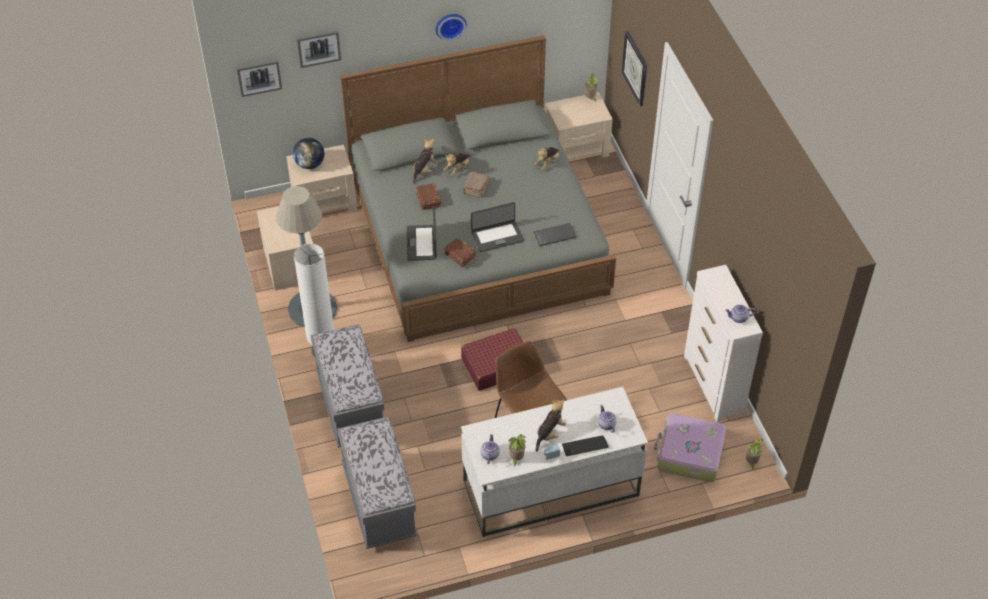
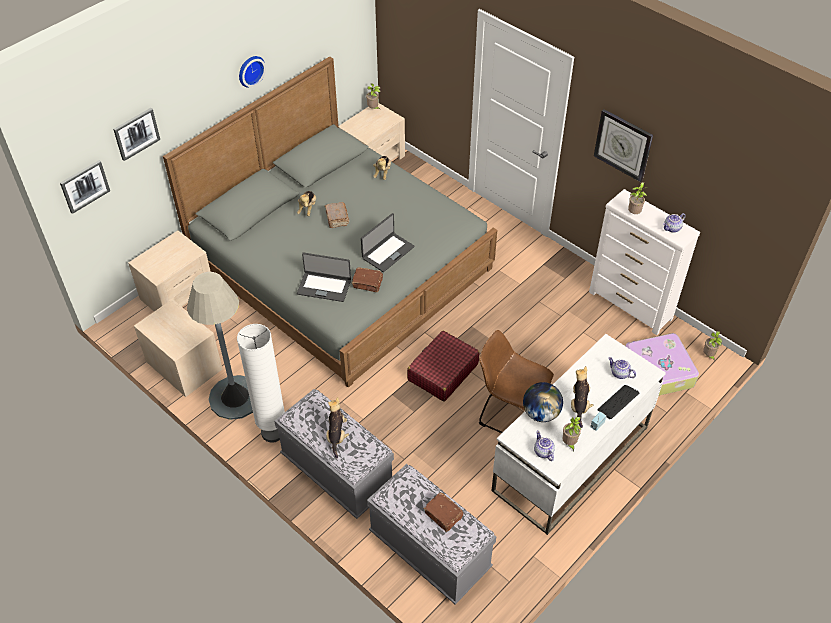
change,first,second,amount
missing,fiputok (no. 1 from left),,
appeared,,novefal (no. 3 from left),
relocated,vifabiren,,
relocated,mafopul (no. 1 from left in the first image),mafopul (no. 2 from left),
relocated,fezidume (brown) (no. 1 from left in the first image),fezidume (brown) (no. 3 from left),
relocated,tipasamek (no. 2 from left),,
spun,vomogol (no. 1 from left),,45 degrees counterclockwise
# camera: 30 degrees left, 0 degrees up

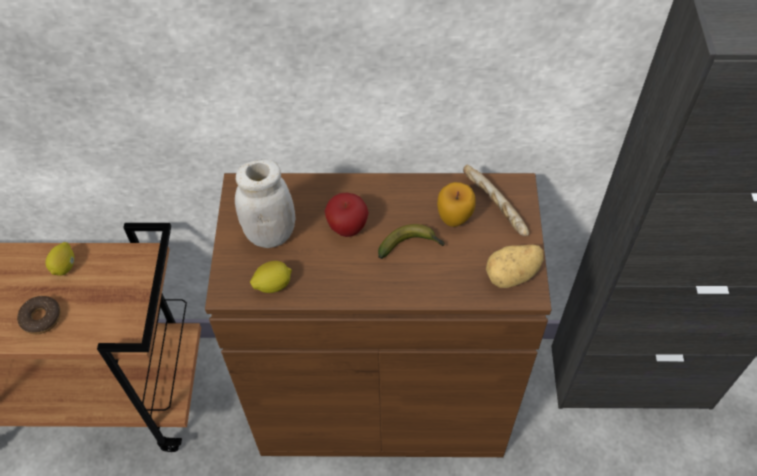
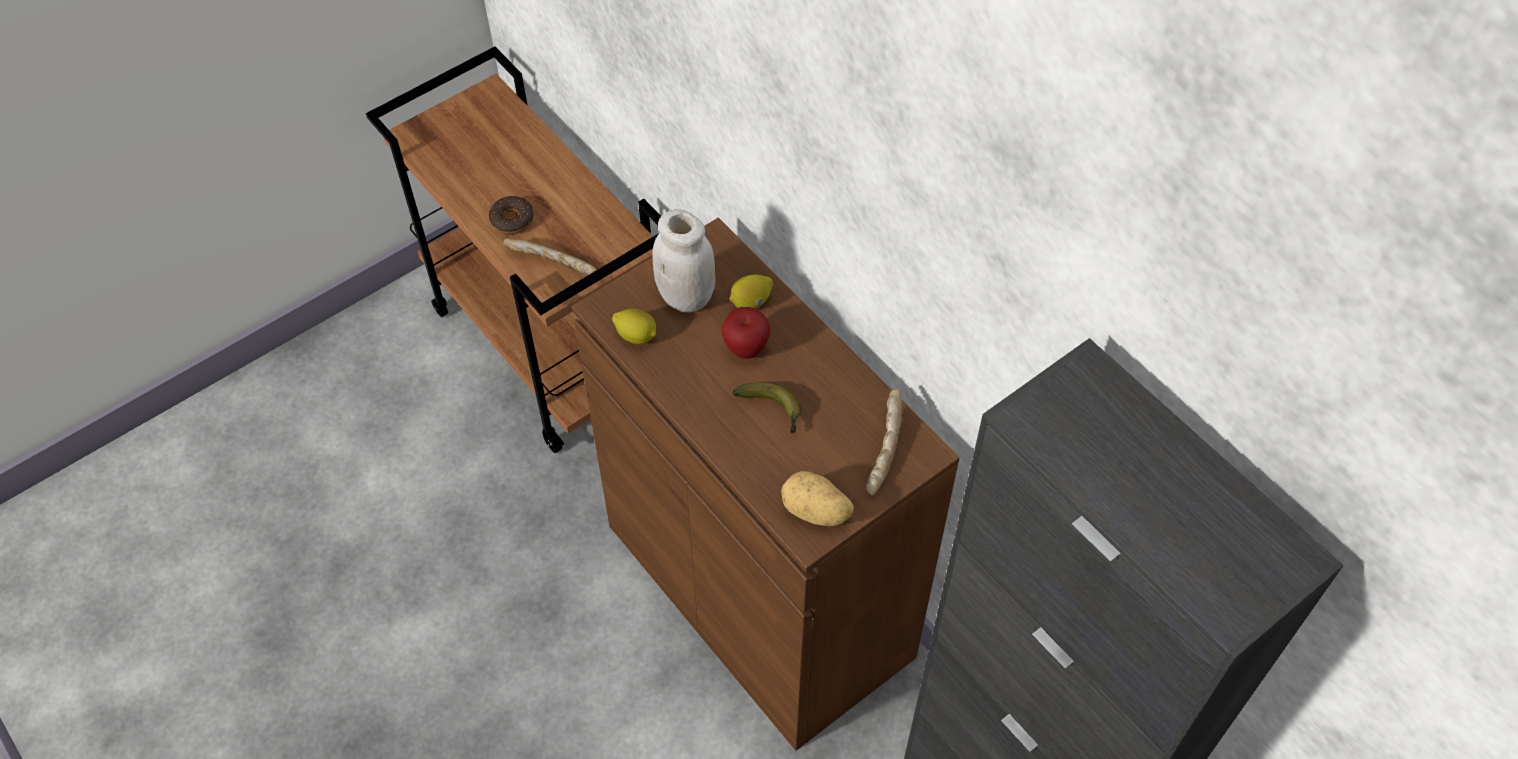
change,first,second,amount
missing,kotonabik (no. 2 from left),,
appeared,,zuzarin (no. 1 from left),
relocated,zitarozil (no. 1 from left in the first image),zitarozil (no. 2 from left),
# camera: 50 degrees right, 0 degrees up

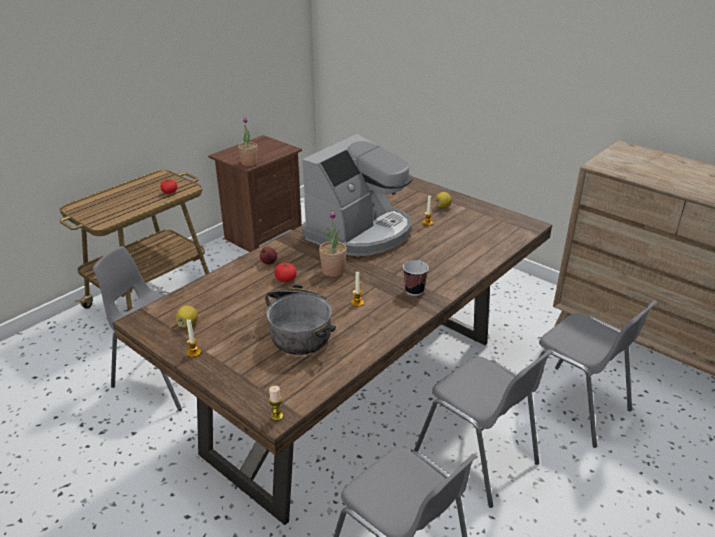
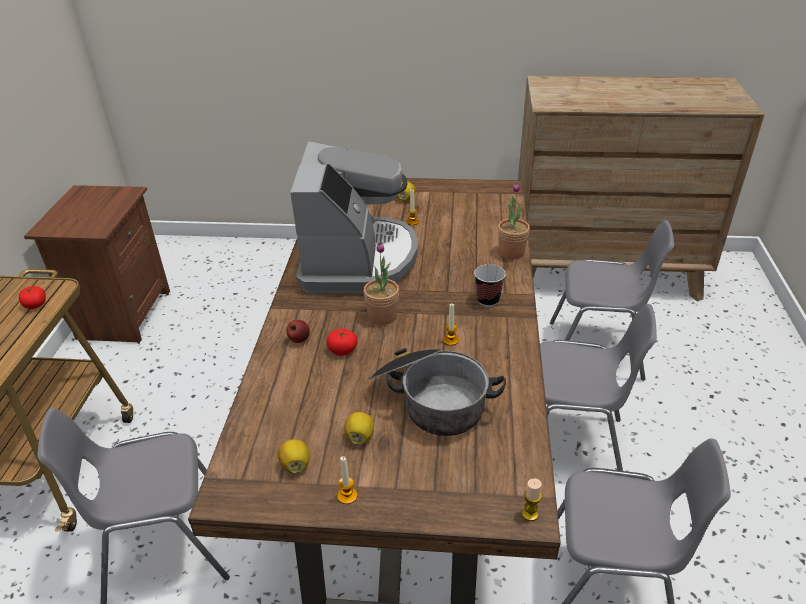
change,first,second,amount
appeared,,zitarozil (no. 2 from left),
relocated,novefal (no. 1 from left in the first image),novefal (no. 2 from left),
# camera: 35 degrees left, 5 degrees up

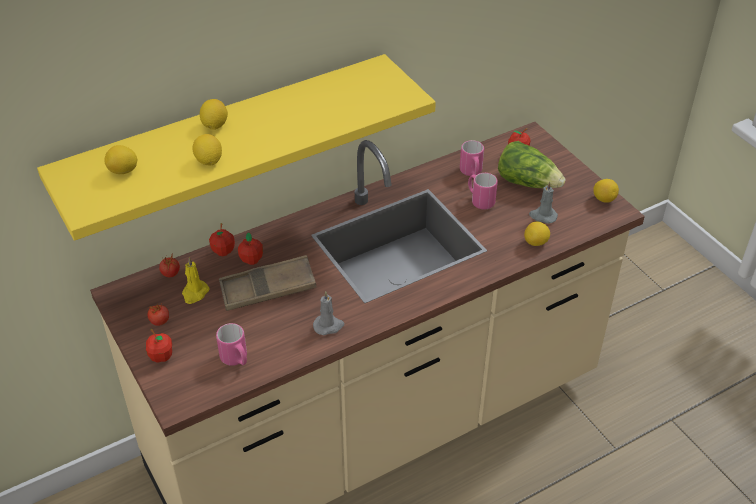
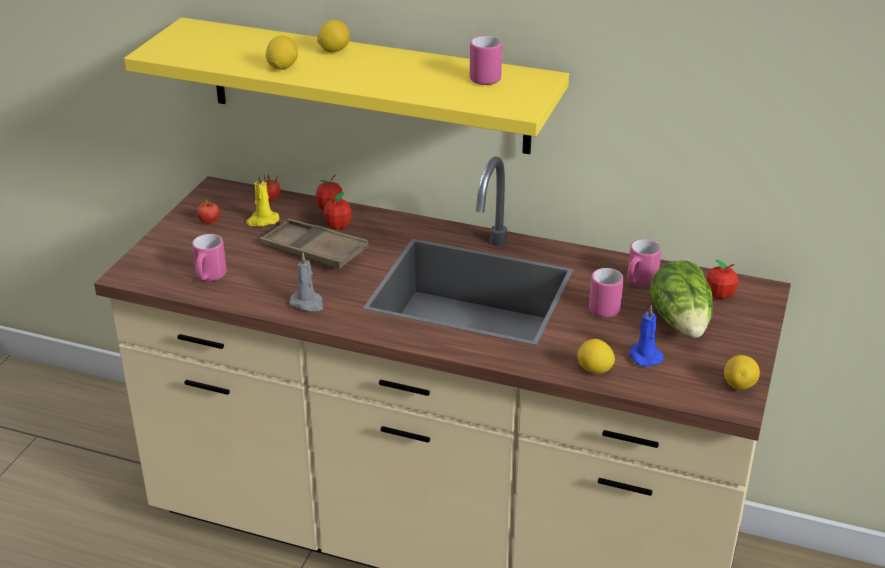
change,first,second,amount
missing,zitarozil (no. 1 from left),,
missing,kotonabik (no. 1 from left),,
appeared,,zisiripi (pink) (no. 2 from left),
colour,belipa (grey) (no. 2 from left),belipa (blue),
# camera: 50 degrees right, 10 degrees down

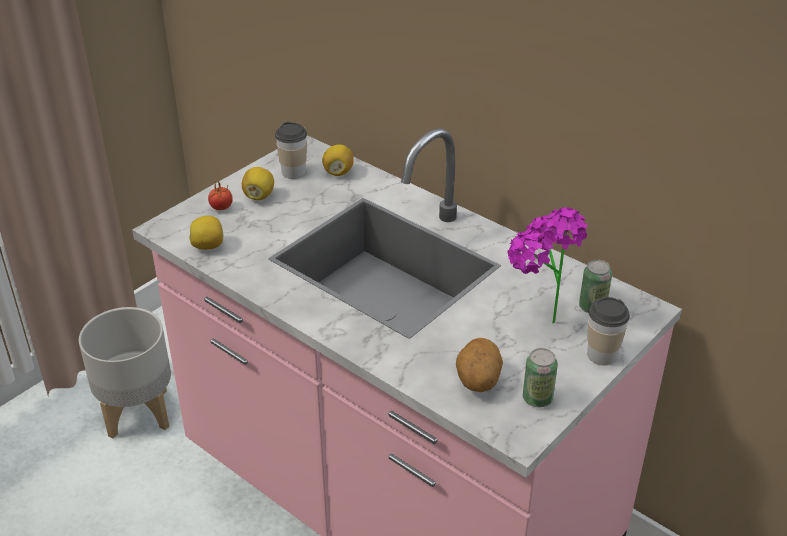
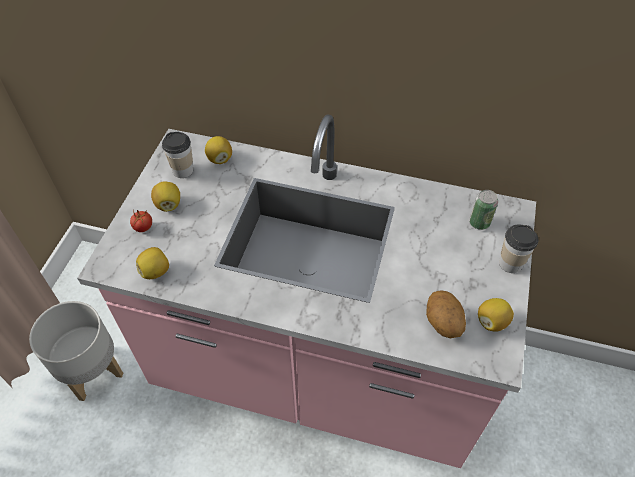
change,first,second,amount
missing,novefal,,
exchanged,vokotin (no. 1 from left),zitarozil (no. 4 from left),
# camera: 25 degrees left, 15 degrees up

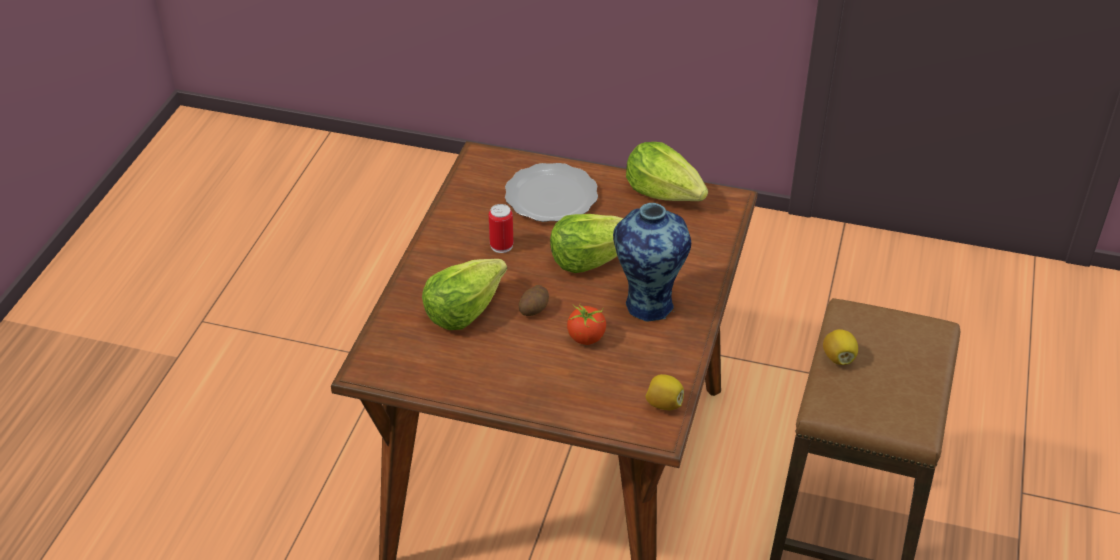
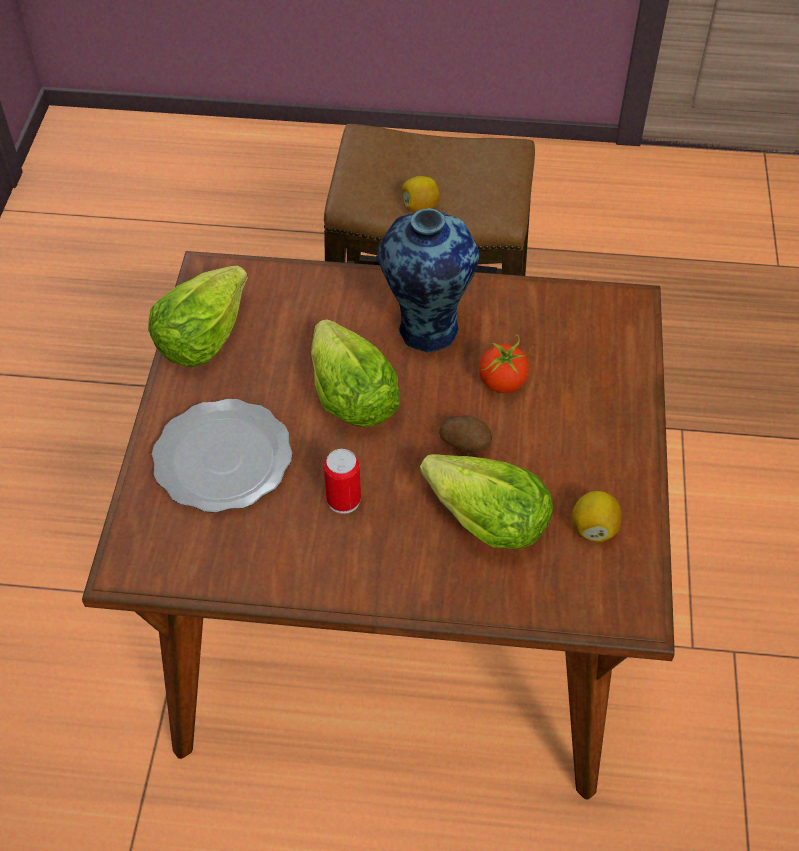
change,first,second,amount
relocated,zitarozil (no. 1 from left in the first image),zitarozil (no. 2 from left),
# camera: 100 degrees left, 10 degrees up

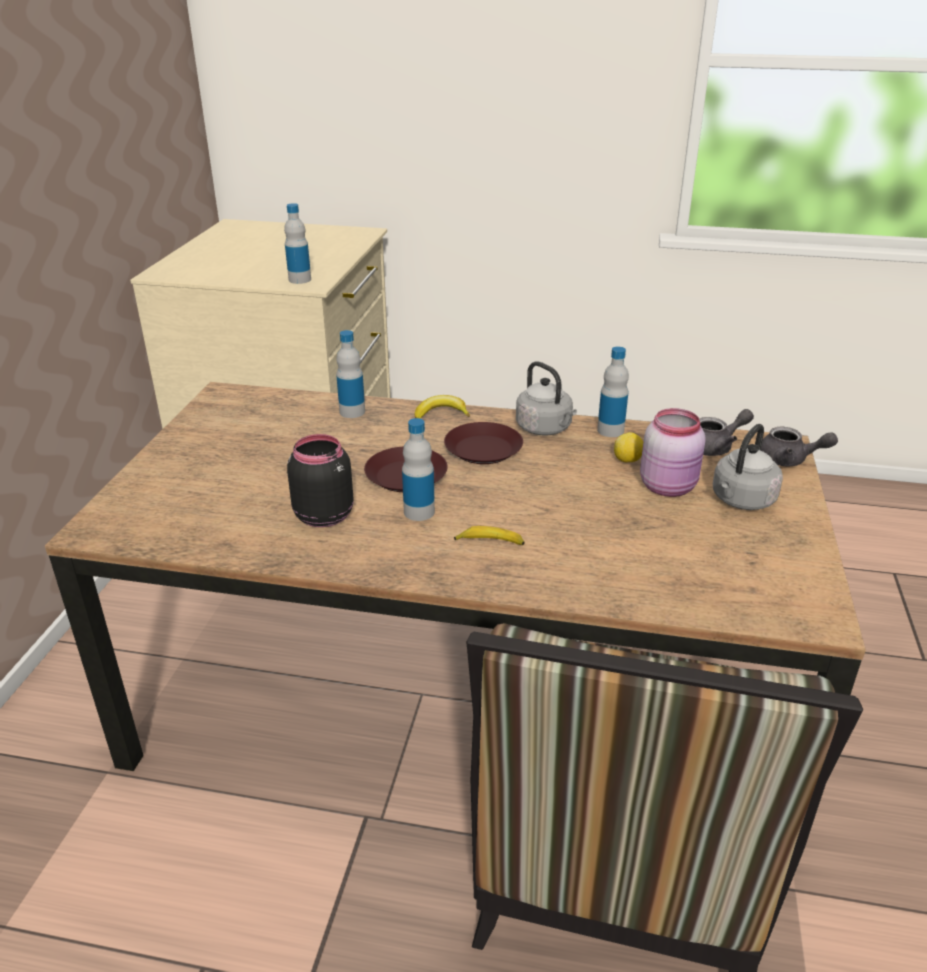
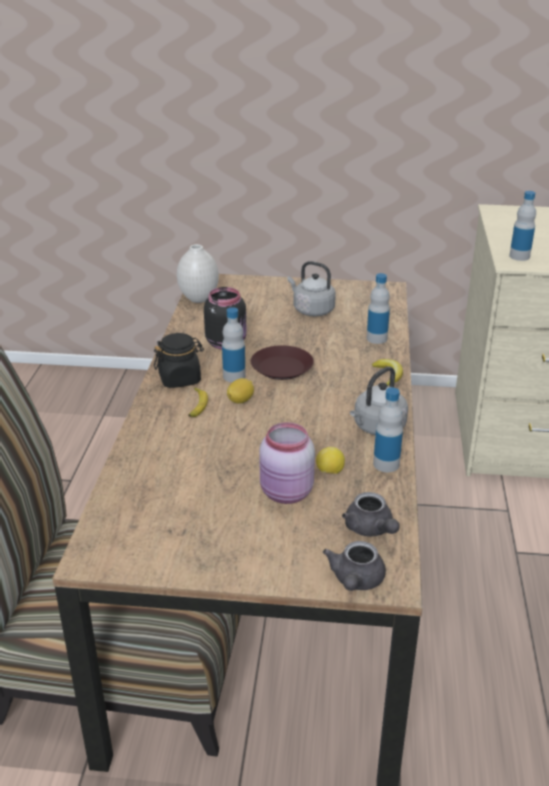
change,first,second,amount
missing,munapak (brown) (no. 2 from left),,
appeared,,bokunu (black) (no. 1 from left),
appeared,,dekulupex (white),
appeared,,zitarozil (no. 1 from left),
relocated,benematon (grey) (no. 2 from left in the first image),benematon (grey) (no. 1 from left),
# camera: 85 degrees right, 0 degrees up

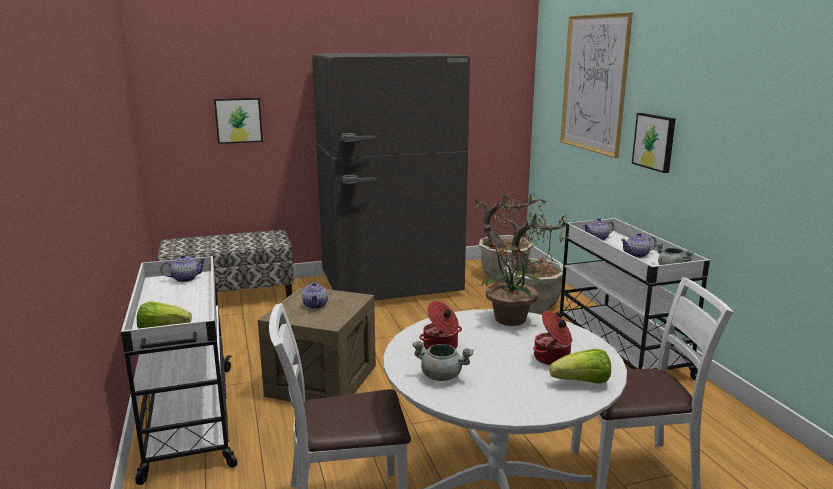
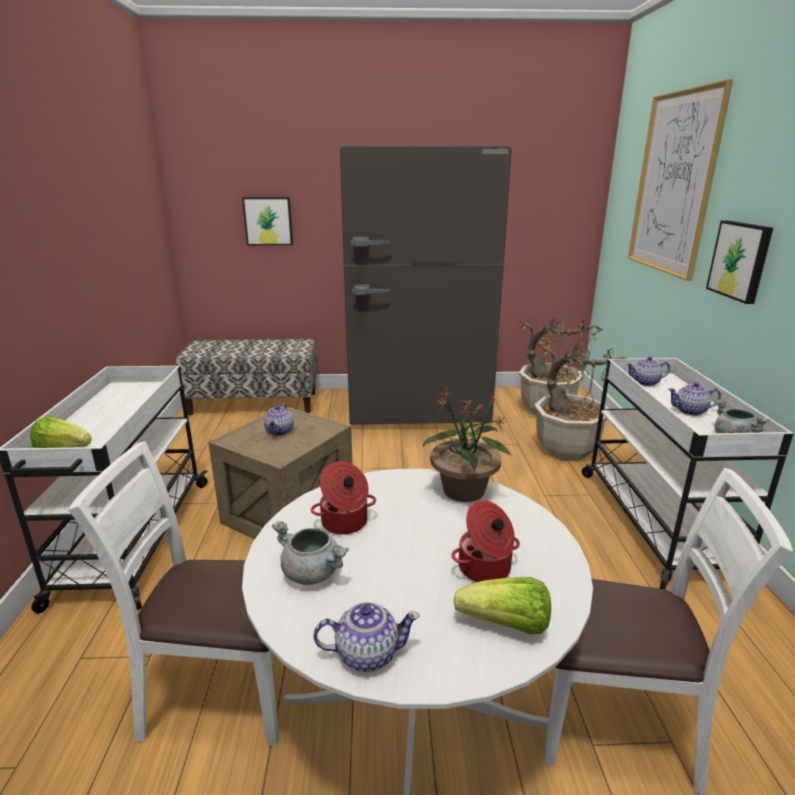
change,first,second,amount
relocated,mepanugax (no. 1 from left in the first image),mepanugax (no. 2 from left),
# camera: 15 degrees right, 5 degrees up

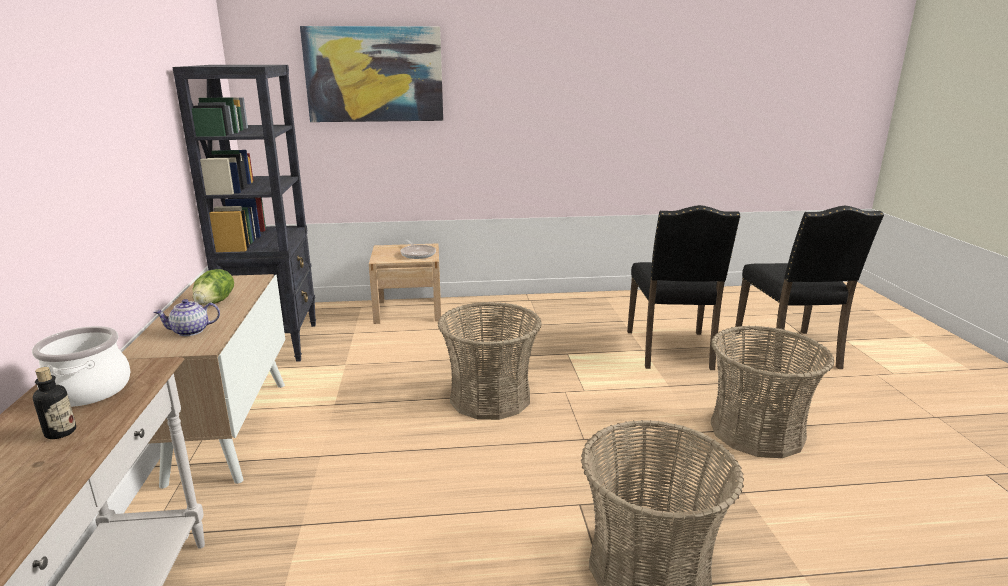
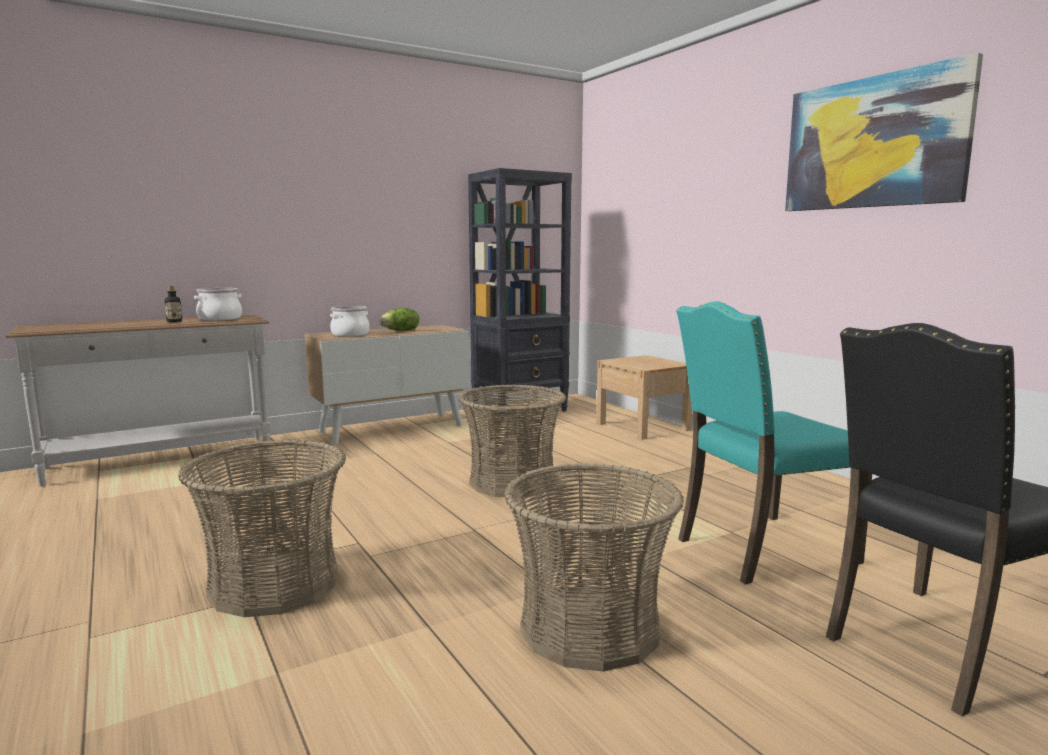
change,first,second,amount
missing,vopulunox,,
relocated,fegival,,
exchanged,mepanugax,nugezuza (no. 2 from left),
colour,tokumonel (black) (no. 1 from left),tokumonel (turquoise),
# camera: 65 degrees right, 10 degrees down

